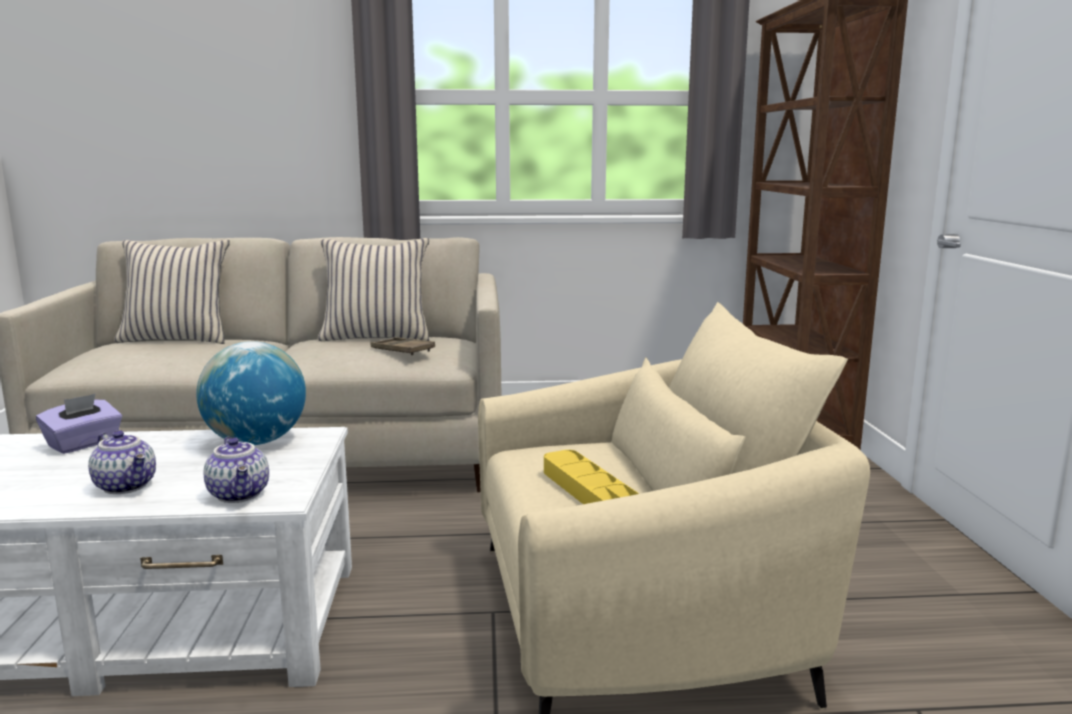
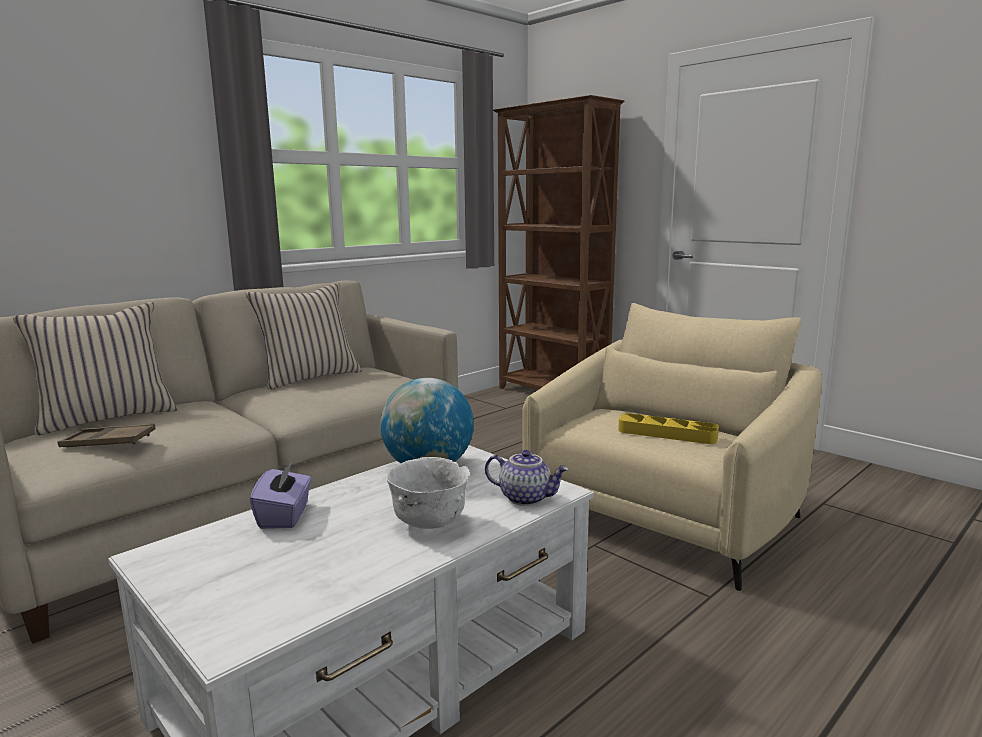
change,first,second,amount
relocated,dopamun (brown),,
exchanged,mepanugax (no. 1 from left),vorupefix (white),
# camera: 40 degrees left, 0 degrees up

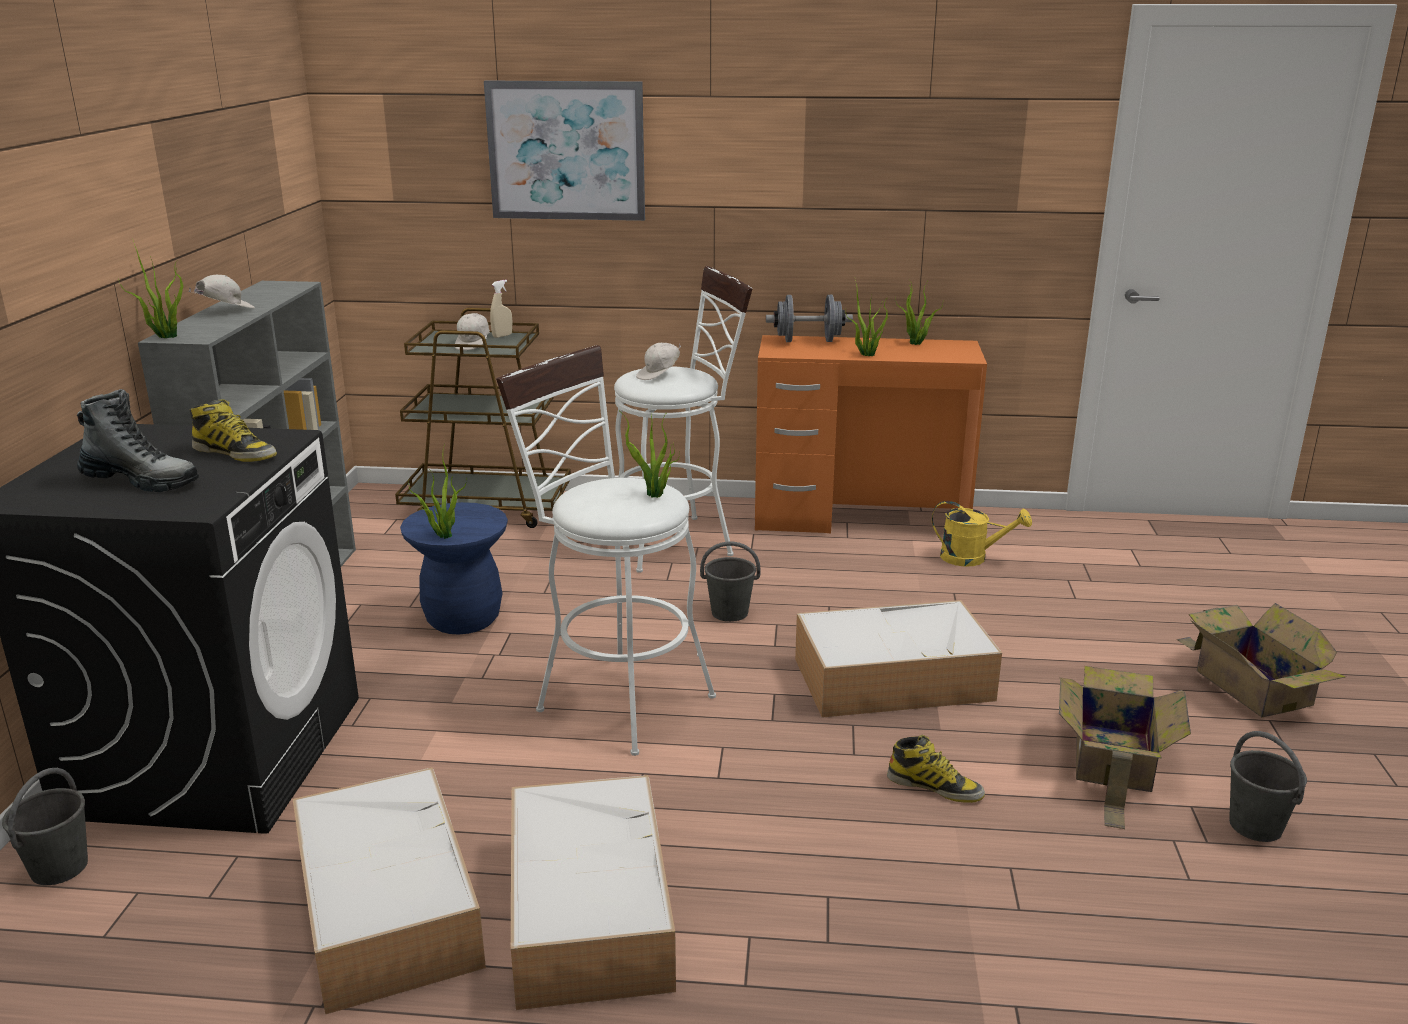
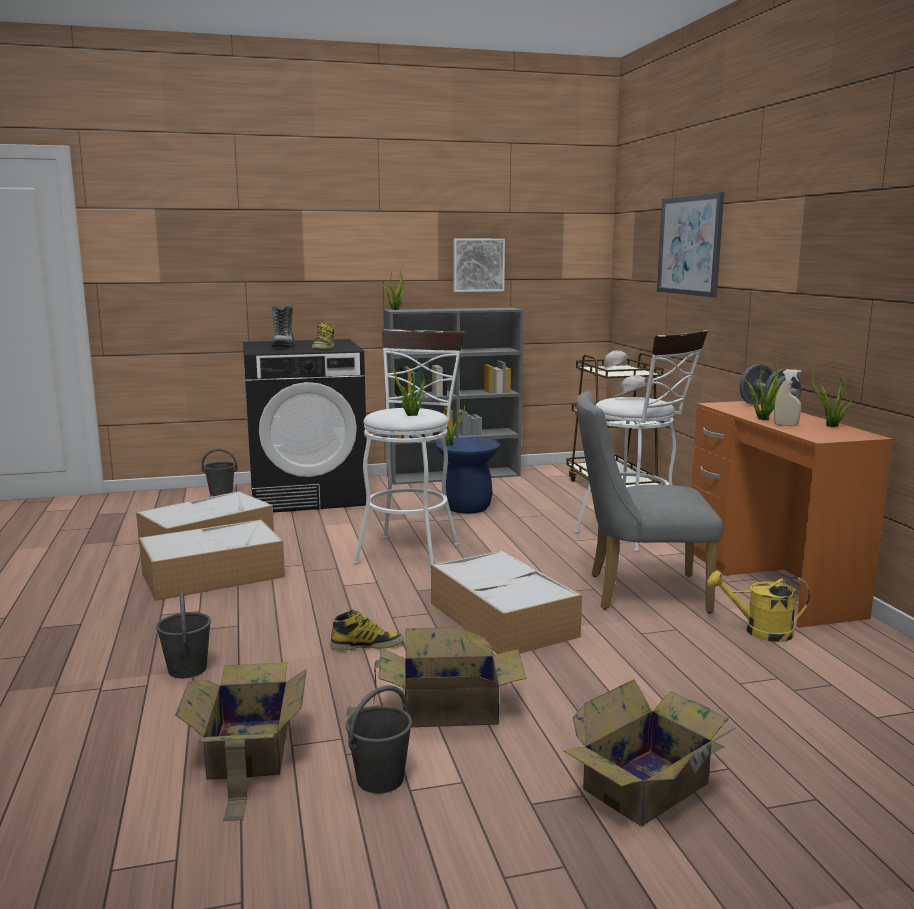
change,first,second,amount
missing,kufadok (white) (no. 1 from left),,
appeared,,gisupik (no. 1 from left),
appeared,,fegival (no. 1 from left),
appeared,,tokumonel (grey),
relocated,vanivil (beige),,
relocated,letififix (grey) (no. 2 from left in the first image),letififix (grey) (no. 1 from left),
spun,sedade (no. 3 from left),,105 degrees counterclockwise
spun,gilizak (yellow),,105 degrees clockwise
# camera: 70 degrees right, 10 degrees down

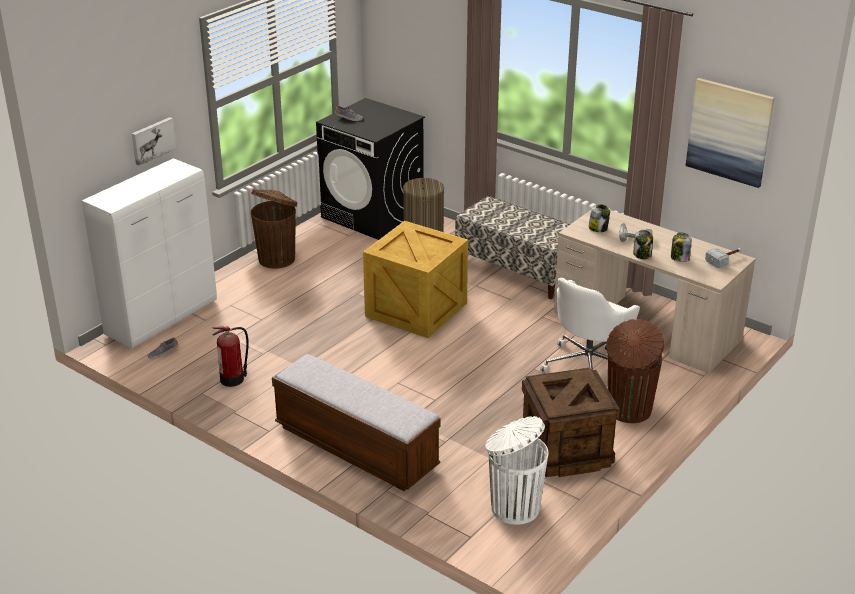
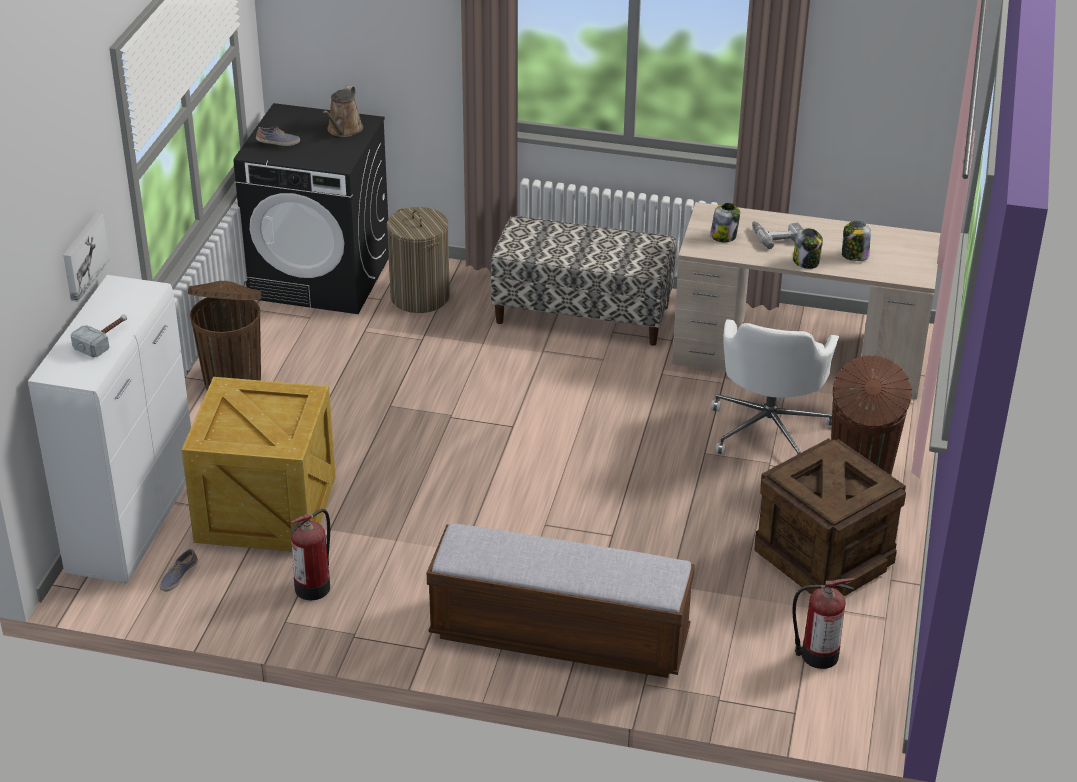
change,first,second,amount
missing,fegival (no. 2 from left),,
appeared,,gilizak (brown),
relocated,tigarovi (no. 1 from left),,
relocated,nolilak,,
exchanged,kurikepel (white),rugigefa (no. 2 from left),
# camera: 25 degrees left, 5 degrees up

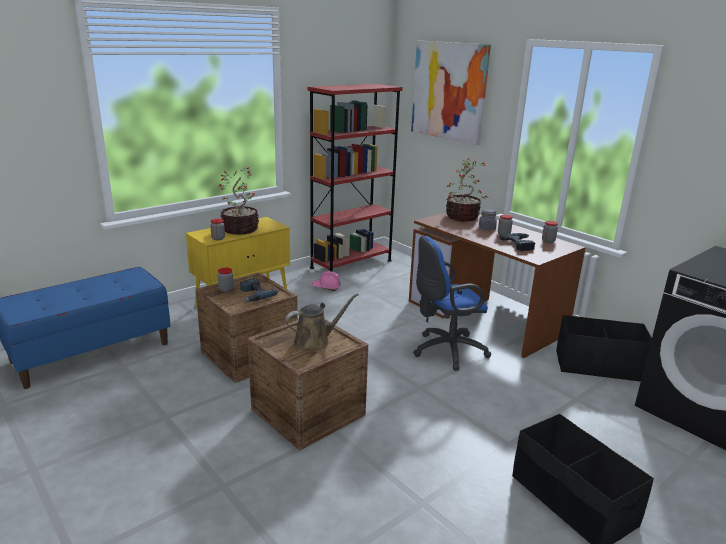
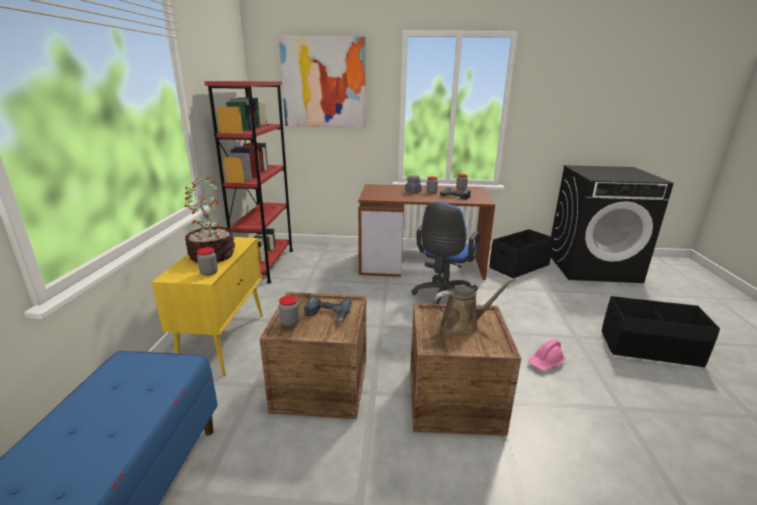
change,first,second,amount
missing,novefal (no. 2 from left),,
relocated,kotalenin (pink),,
spun,gilizak (brown),,60 degrees clockwise
# camera: 45 degrees left, 0 degrees up

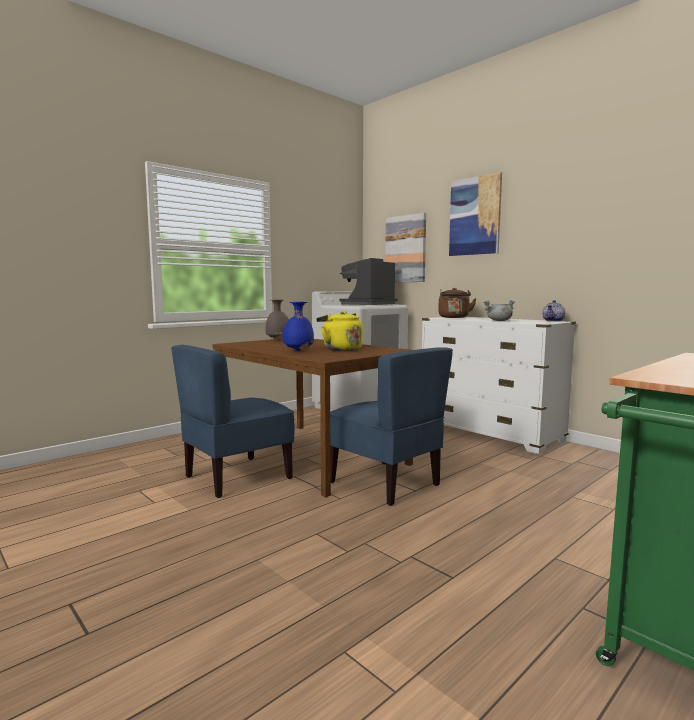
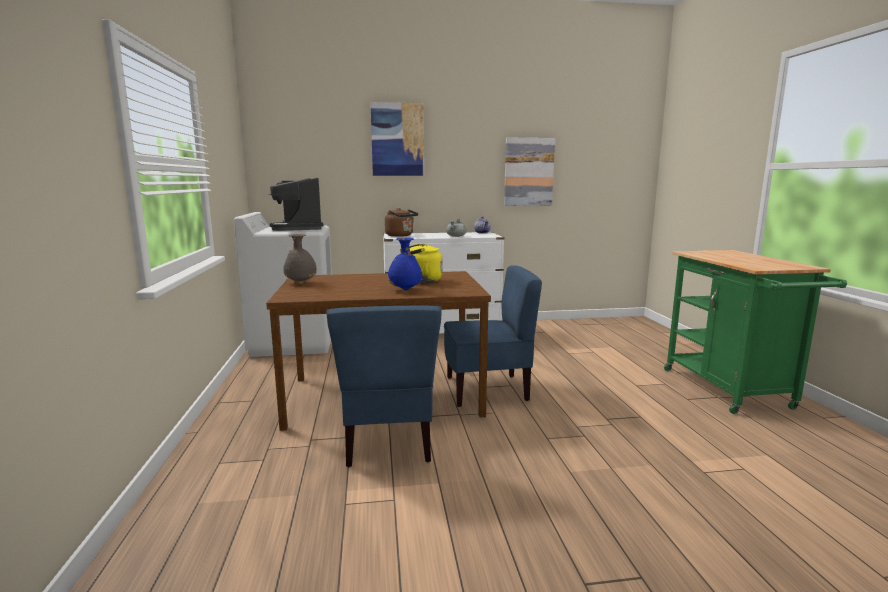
change,first,second,amount
relocated,fegival (no. 1 from left in the first image),fegival (no. 2 from left),
# camera: 55 degrees left, 5 degrees up

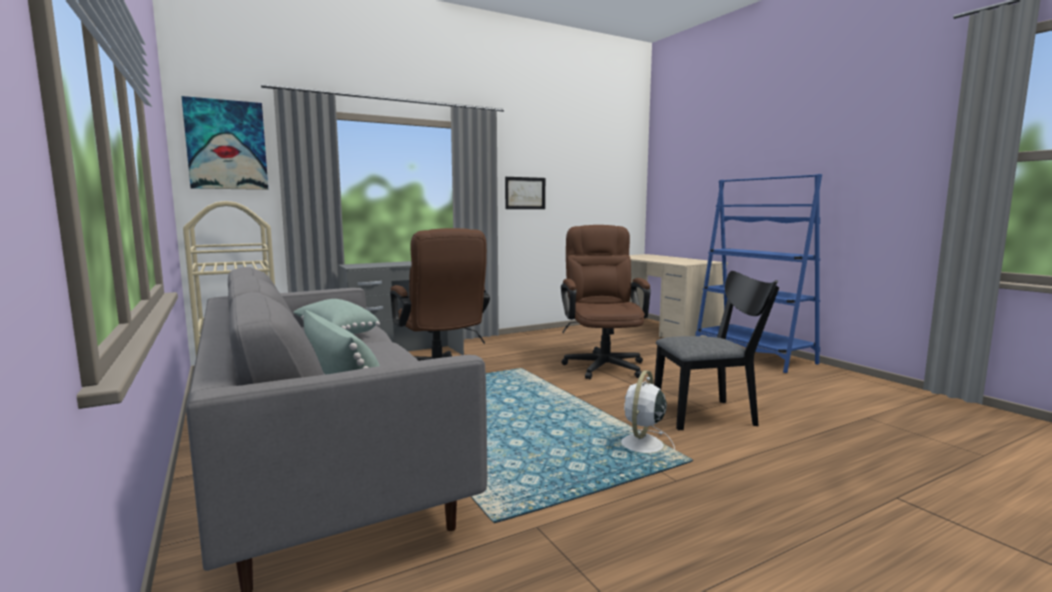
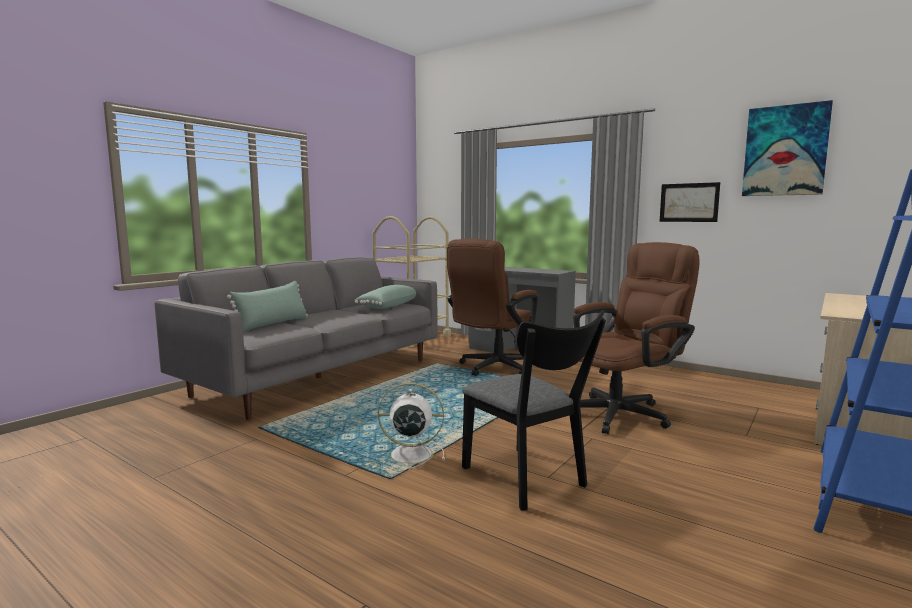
change,first,second,amount
relocated,fegival (no. 1 from left in the first image),fegival (no. 2 from left),
# camera: 65 degrees right, 0 degrees up

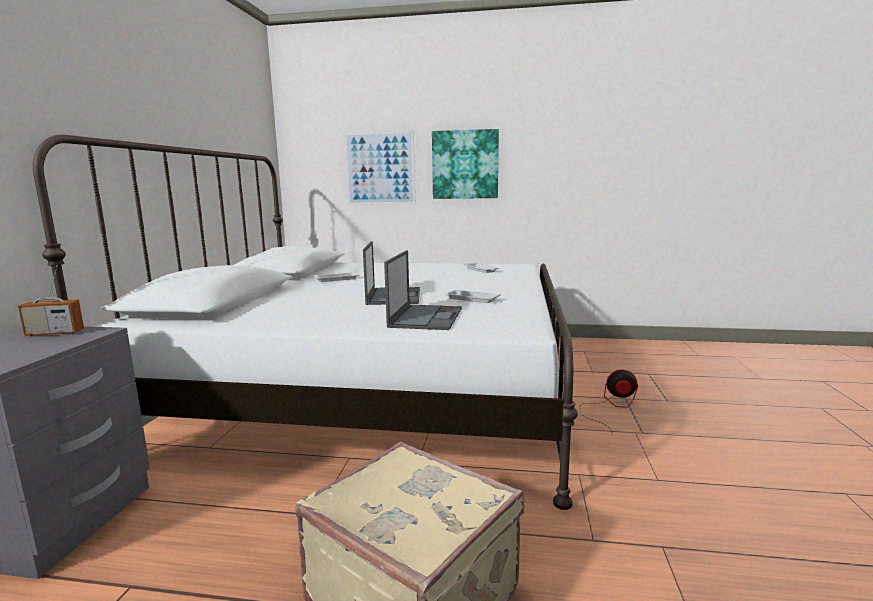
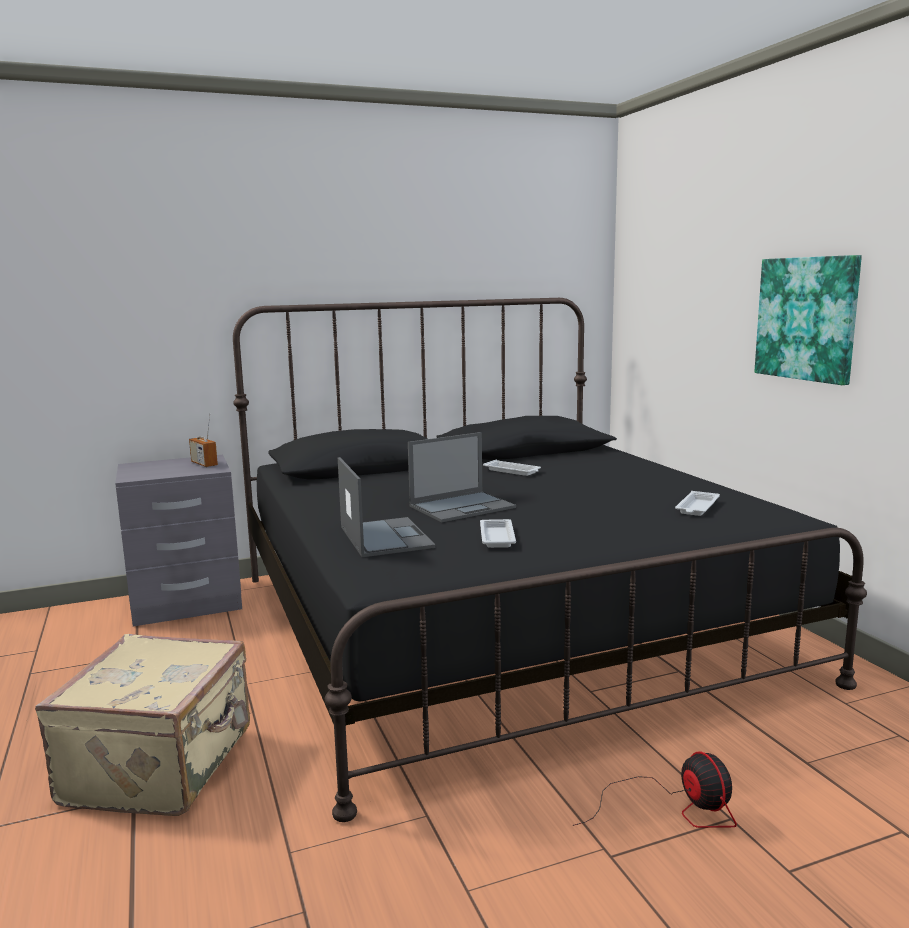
change,first,second,amount
missing,fegival (no. 1 from left),,
colour,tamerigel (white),tamerigel (black),
spun,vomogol (no. 2 from left in the first image),vomogol (no. 1 from left),90 degrees counterclockwise
# camera: 60 degrees right, 0 degrees up

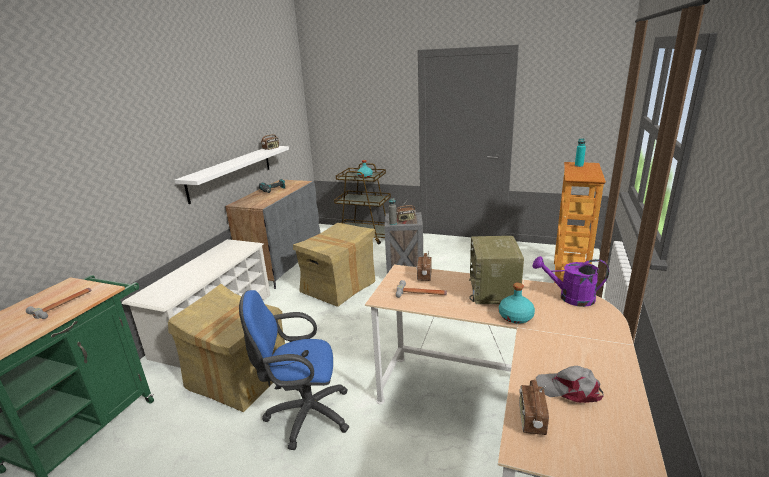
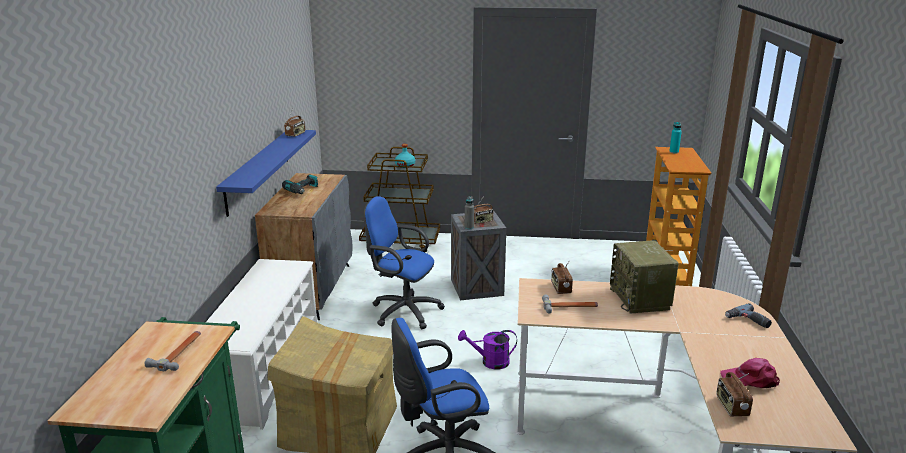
change,first,second,amount
missing,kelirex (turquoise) (no. 2 from left),,
appeared,,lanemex (no. 2 from left),
relocated,gilizak (purple),,
exchanged,gisupik (no. 2 from left),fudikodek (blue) (no. 1 from left),
colour,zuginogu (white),zuginogu (blue),
colour,kufadok (grey),kufadok (pink),
# camera: 15 degrees left, 0 degrees up

